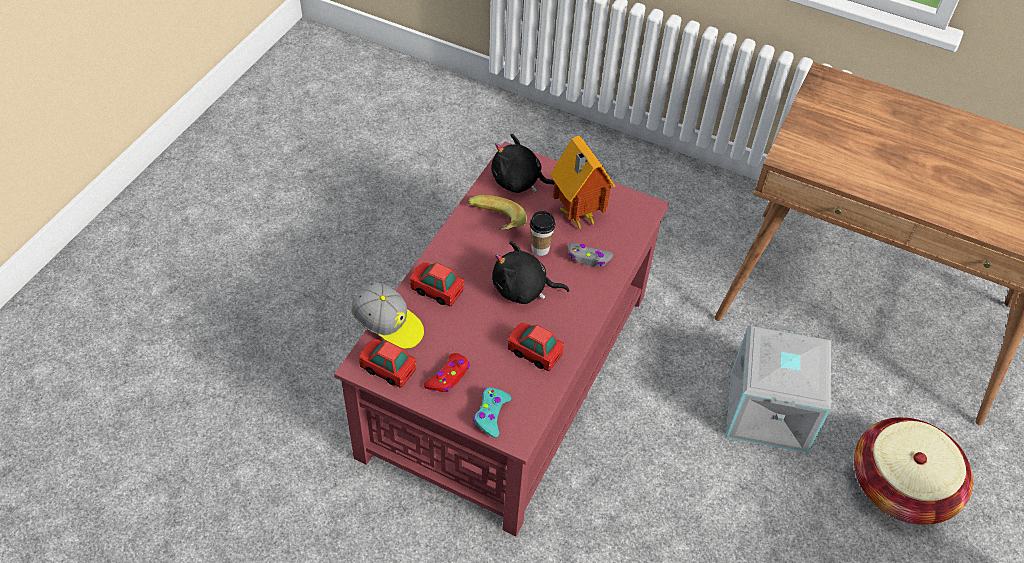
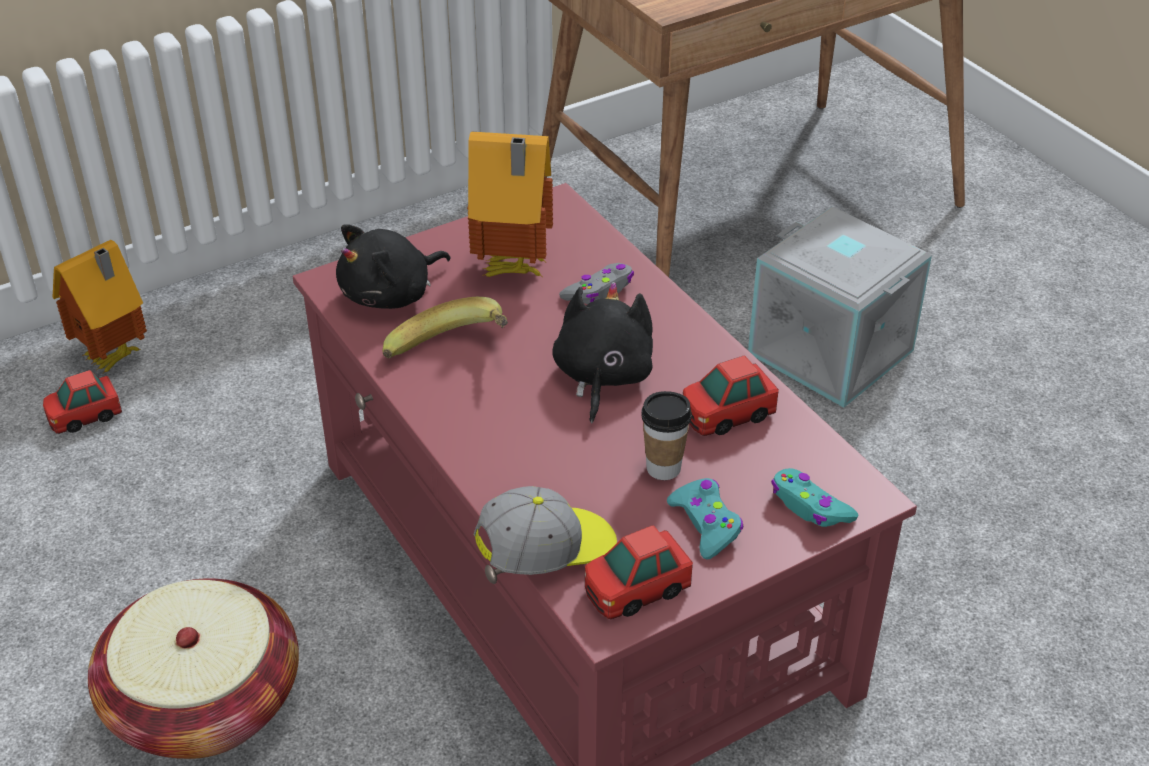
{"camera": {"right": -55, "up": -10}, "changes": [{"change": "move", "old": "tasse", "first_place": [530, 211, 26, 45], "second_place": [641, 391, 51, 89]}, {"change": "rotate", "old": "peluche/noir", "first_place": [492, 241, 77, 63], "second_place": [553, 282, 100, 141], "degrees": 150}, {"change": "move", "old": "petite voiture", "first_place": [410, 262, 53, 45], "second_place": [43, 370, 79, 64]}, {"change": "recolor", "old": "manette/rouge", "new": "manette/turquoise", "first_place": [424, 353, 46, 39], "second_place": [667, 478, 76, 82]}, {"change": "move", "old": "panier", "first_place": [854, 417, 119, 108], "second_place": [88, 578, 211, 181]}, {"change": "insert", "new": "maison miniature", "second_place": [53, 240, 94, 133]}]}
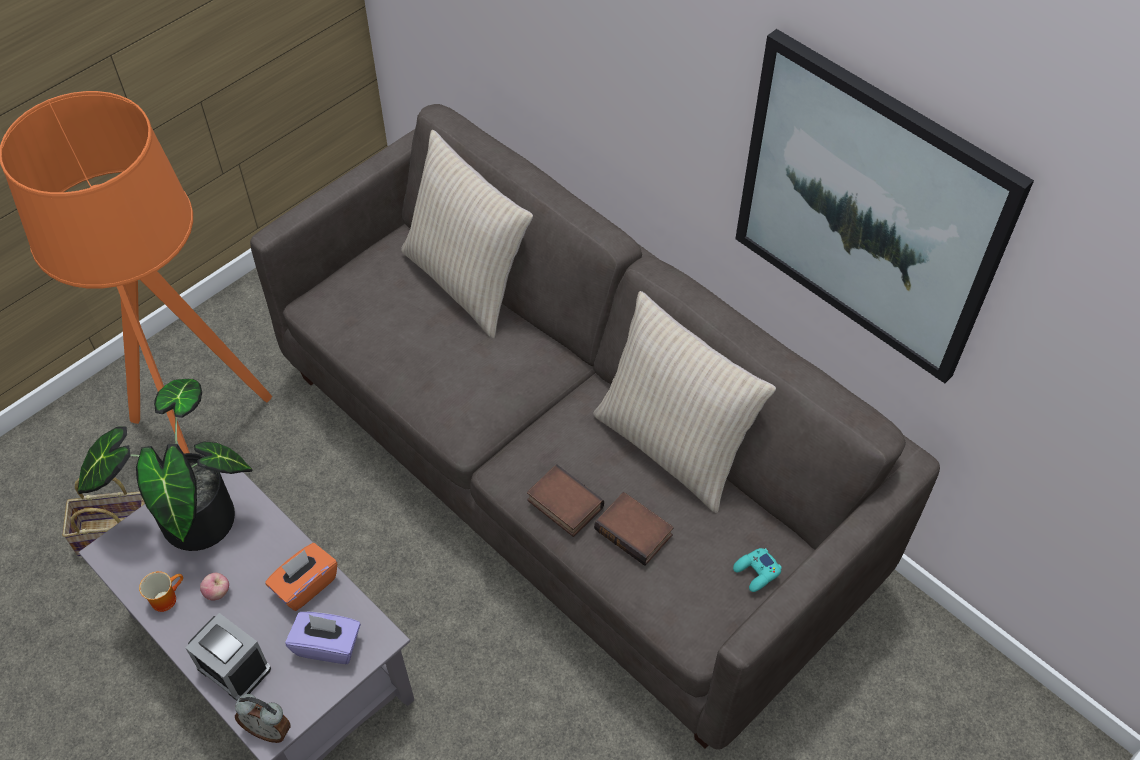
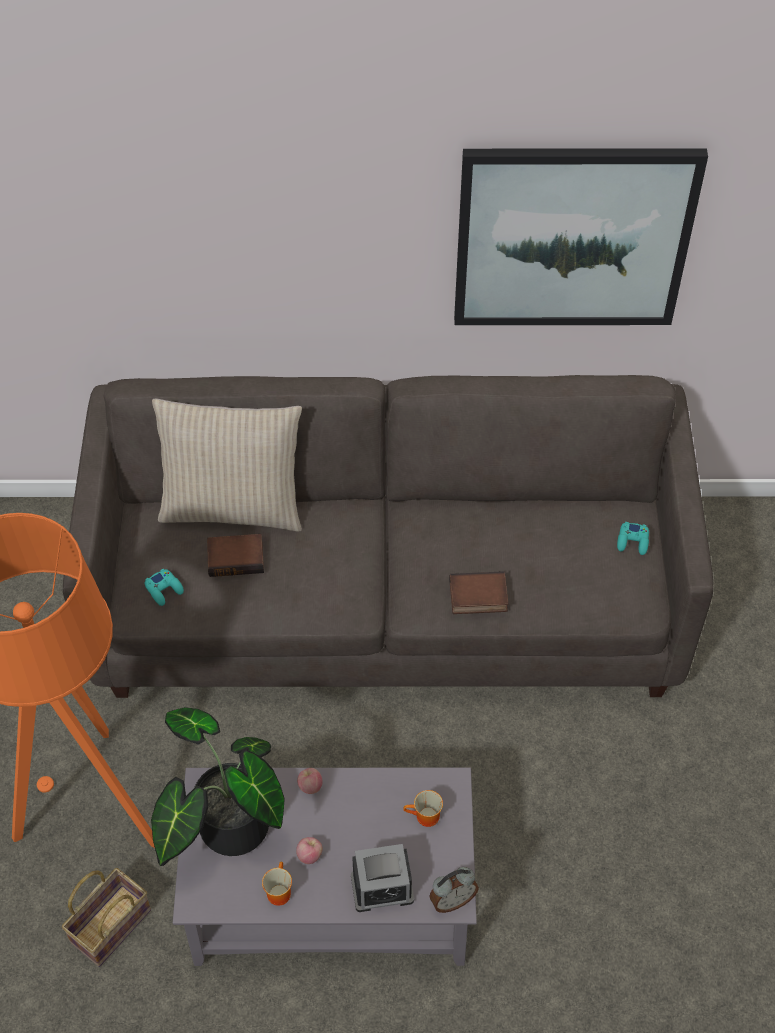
{"camera": {"right": -45, "up": 0}, "changes": [{"change": "delete", "old": "coussin/beige", "first_place": [593, 291, 183, 222]}, {"change": "move", "old": "livre", "first_place": [594, 492, 80, 74], "second_place": [207, 534, 57, 43]}, {"change": "delete", "old": "boîte à mouchoirs/orange", "first_place": [265, 543, 72, 68]}, {"change": "replace", "old": "boîte à mouchoirs/violet", "new": "mug", "first_place": [285, 612, 76, 52], "second_place": [403, 790, 40, 37]}, {"change": "insert", "new": "manette/turquoise", "second_place": [145, 569, 39, 37]}, {"change": "insert", "new": "pomme", "second_place": [297, 768, 26, 26]}]}
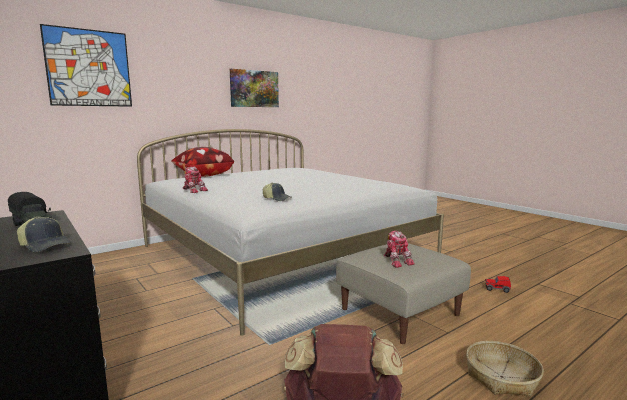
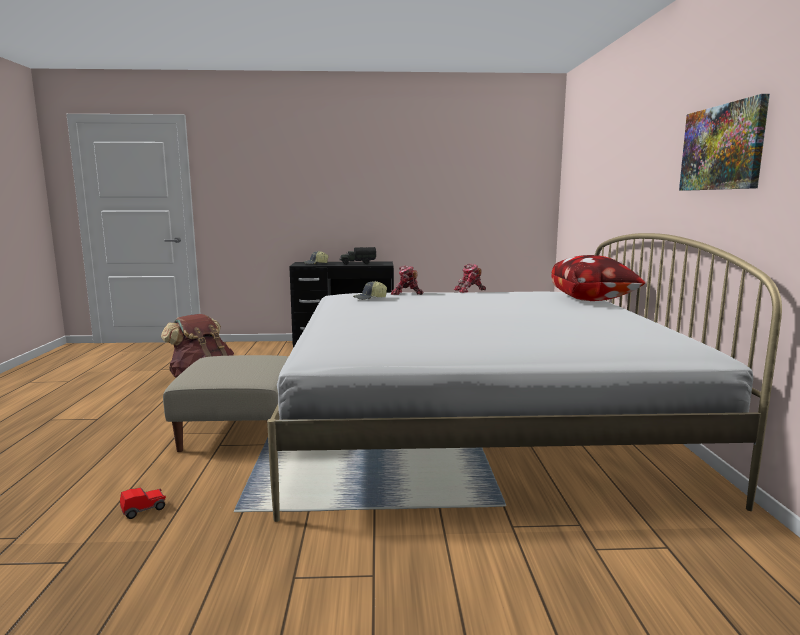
{"camera": {"right": 125, "up": 0}, "changes": [{"change": "delete", "old": "tableau", "first_place": [40, 24, 92, 83]}, {"change": "move", "old": "robot jouet", "first_place": [384, 231, 31, 37], "second_place": [391, 265, 32, 30]}, {"change": "delete", "old": "panier", "first_place": [466, 341, 78, 56]}]}
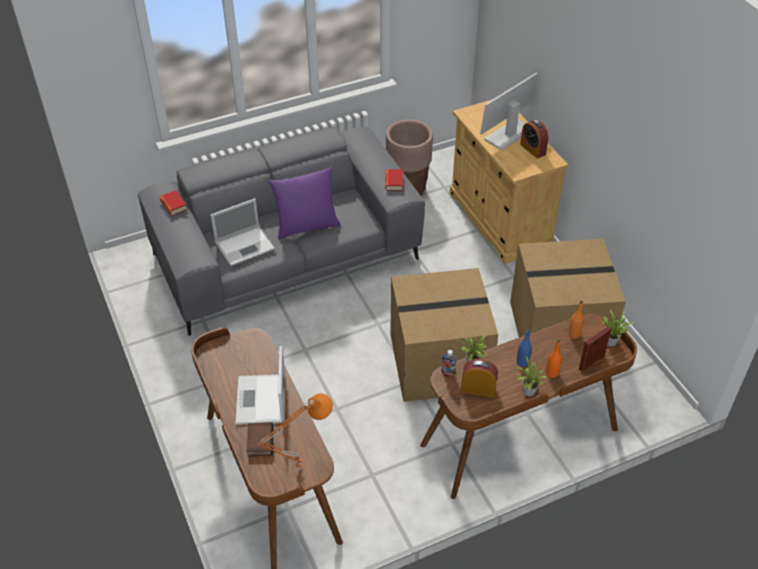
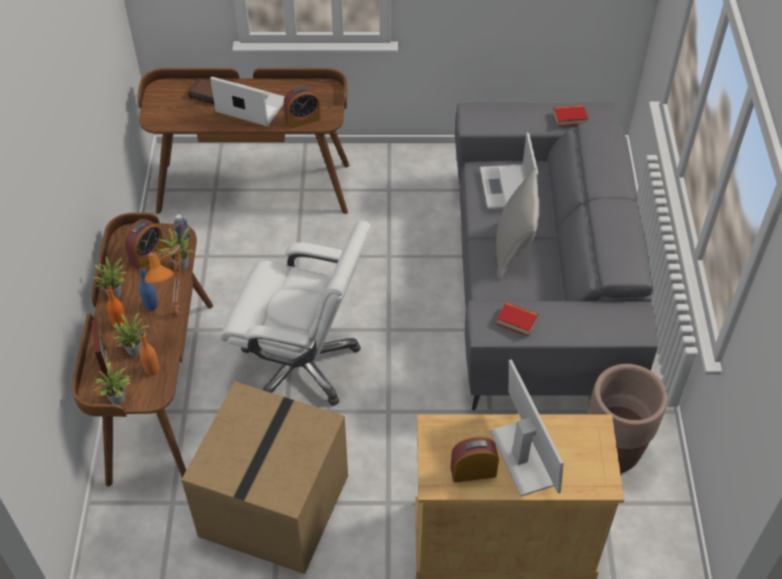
{"camera": {"right": 115, "up": 5}, "changes": [{"change": "recolor", "old": "coussin/violet", "new": "coussin/gris", "first_place": [269, 167, 72, 72], "second_place": [496, 168, 43, 112]}, {"change": "replace", "old": "carton", "new": "chaise de bureau/blanc", "first_place": [390, 268, 108, 134], "second_place": [220, 221, 151, 185]}, {"change": "move", "old": "lampe de table/orange", "first_place": [258, 394, 75, 74], "second_place": [144, 244, 38, 72]}, {"change": "insert", "new": "réveil", "second_place": [284, 85, 37, 44]}, {"change": "insert", "new": "plante en pot", "second_place": [112, 312, 37, 44]}]}
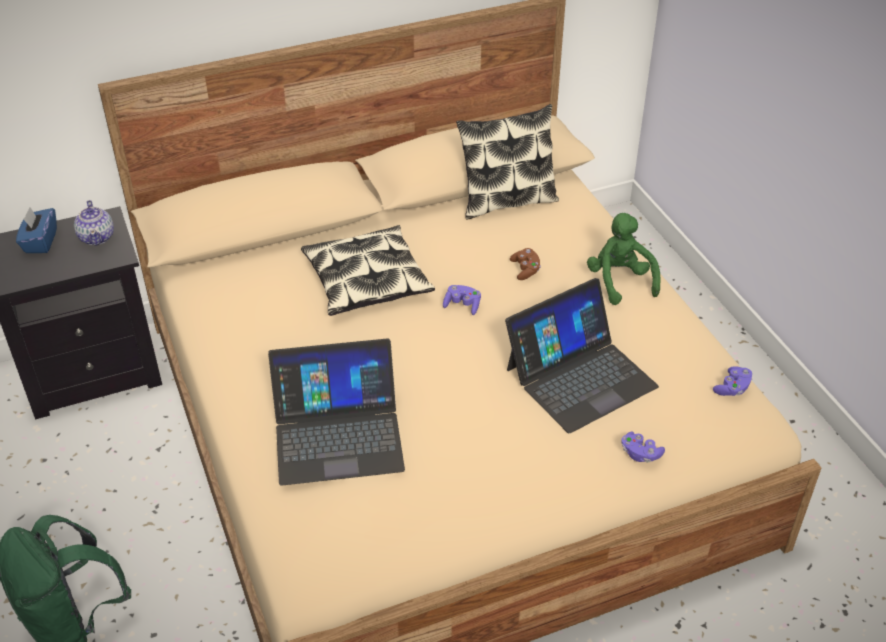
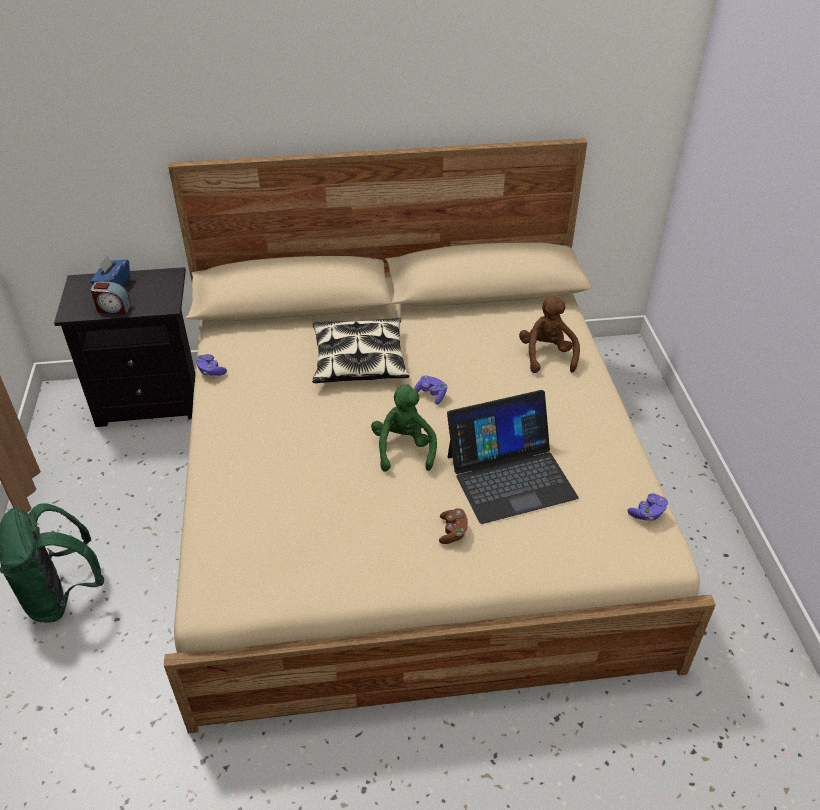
{"camera": {"right": 15, "up": 0}, "changes": [{"change": "delete", "old": "coussin", "first_place": [456, 104, 103, 115]}, {"change": "delete", "old": "théière", "first_place": [74, 200, 40, 46]}, {"change": "move", "old": "peluche/vert", "first_place": [587, 213, 73, 92], "second_place": [371, 384, 66, 88]}, {"change": "move", "old": "manette/marron", "first_place": [510, 248, 30, 32], "second_place": [439, 508, 29, 36]}, {"change": "delete", "old": "ordinateur portable", "first_place": [268, 339, 137, 147]}, {"change": "move", "old": "manette/violet", "first_place": [621, 432, 44, 31], "second_place": [195, 354, 32, 22]}, {"change": "insert", "new": "réveil", "second_place": [91, 281, 40, 33]}, {"change": "insert", "new": "peluche/marron", "second_place": [519, 296, 61, 77]}]}
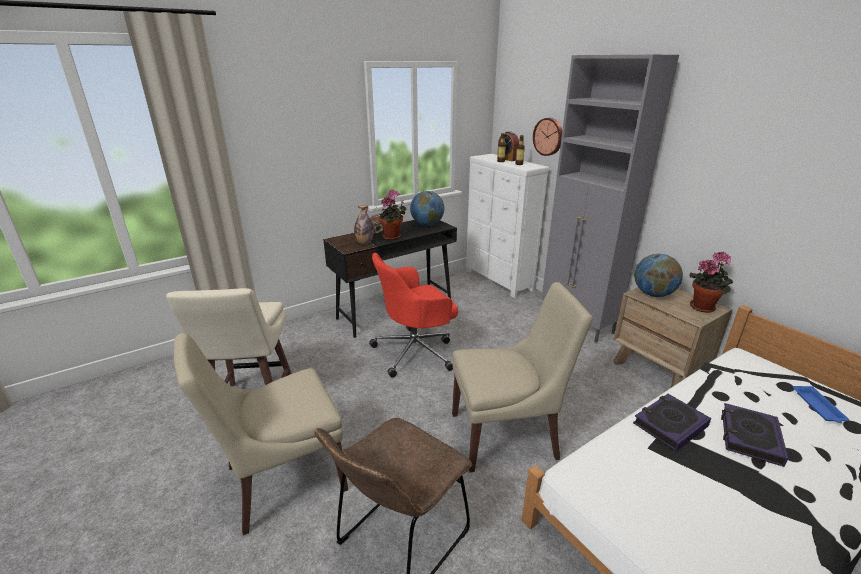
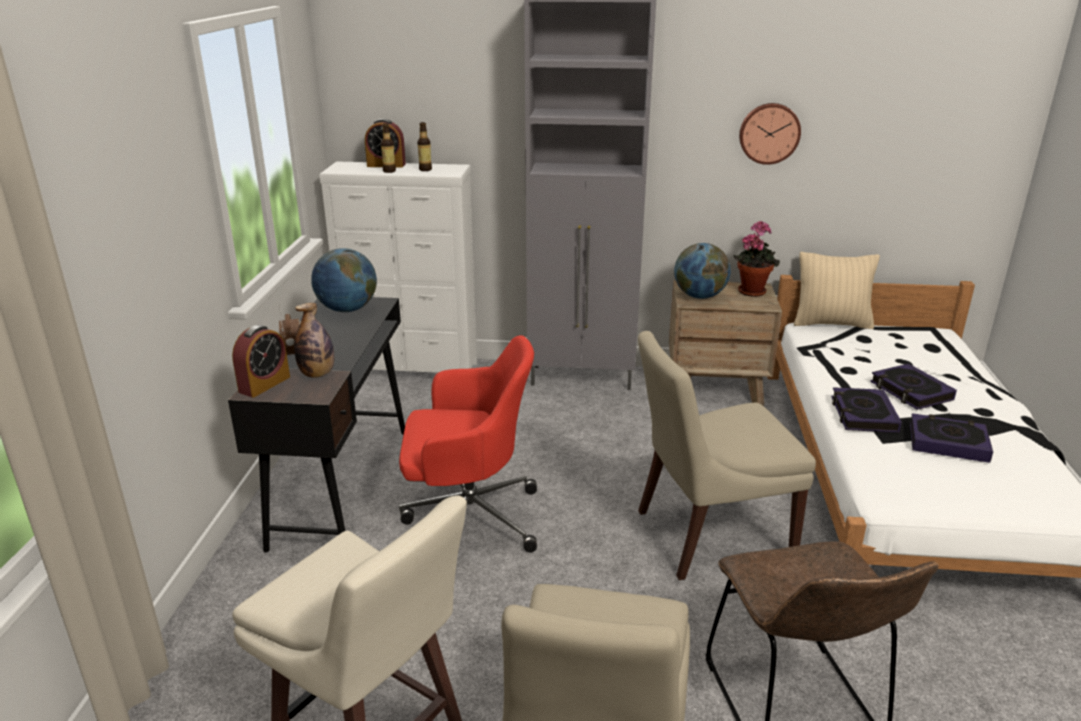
{"camera": {"right": -50, "up": 0}, "changes": [{"change": "move", "old": "horloge murale", "first_place": [533, 118, 29, 38], "second_place": [739, 103, 62, 62]}, {"change": "delete", "old": "plante en pot", "first_place": [379, 189, 28, 51]}, {"change": "rotate", "old": "chaise de bureau/rouge", "first_place": [369, 253, 89, 125], "second_place": [399, 335, 138, 218], "degrees": -105}, {"change": "rotate", "old": "chaise/beige", "first_place": [452, 282, 141, 190], "second_place": [638, 331, 178, 249], "degrees": -135}, {"change": "delete", "old": "plateau/bleu", "first_place": [793, 386, 56, 37]}, {"change": "insert", "new": "coussin/beige", "second_place": [794, 252, 86, 77]}, {"change": "insert", "new": "réveil", "second_place": [232, 325, 58, 72]}, {"change": "insert", "new": "livre", "second_place": [910, 413, 83, 50]}]}
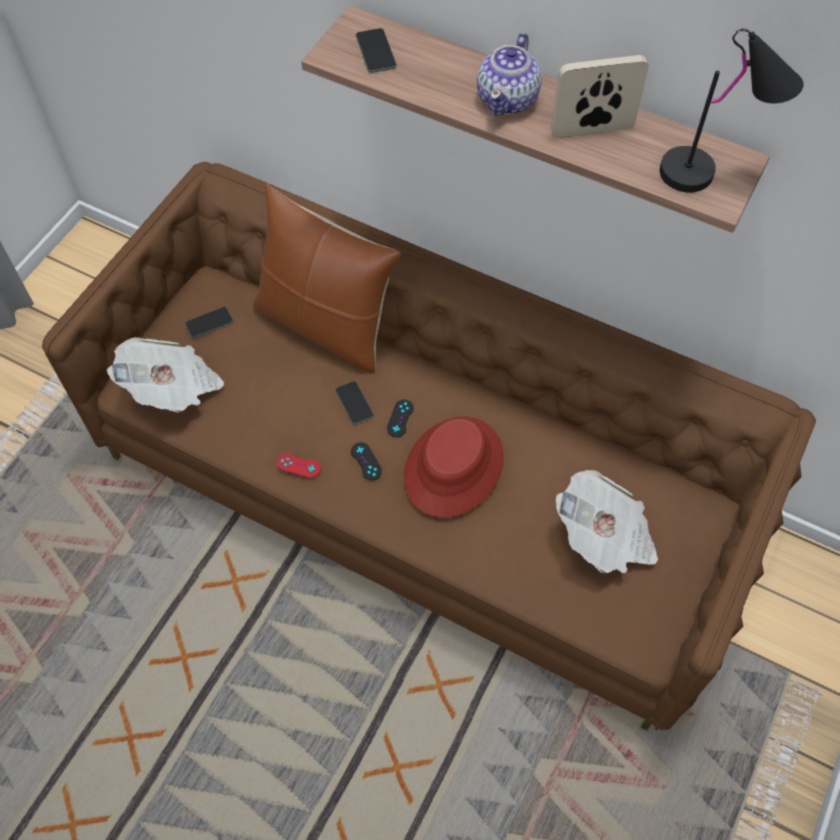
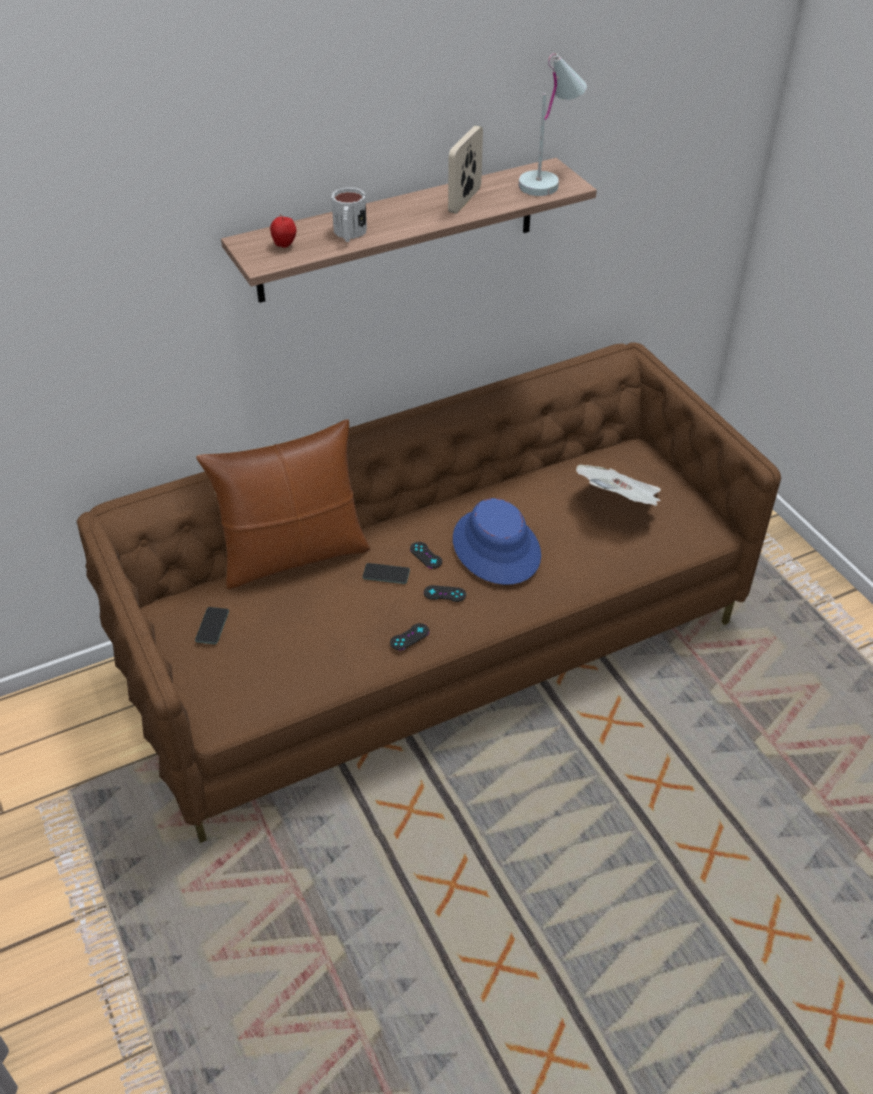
{"camera": {"right": -55, "up": -15}, "changes": [{"change": "replace", "old": "téléphone", "new": "pomme", "first_place": [356, 28, 41, 45], "second_place": [270, 214, 27, 34]}, {"change": "recolor", "old": "lampe de table/noir", "new": "lampe de table/blanc", "first_place": [659, 29, 145, 163], "second_place": [519, 53, 68, 143]}, {"change": "delete", "old": "théière", "first_place": [477, 33, 65, 83]}, {"change": "delete", "old": "journal", "first_place": [107, 337, 117, 76]}, {"change": "recolor", "old": "chapeau/rouge", "new": "chapeau/bleu", "first_place": [404, 417, 100, 101], "second_place": [453, 498, 88, 87]}, {"change": "recolor", "old": "manette/rouge", "new": "manette/noir", "first_place": [277, 453, 44, 25], "second_place": [390, 623, 39, 27]}, {"change": "insert", "new": "mug", "second_place": [332, 188, 35, 54]}]}
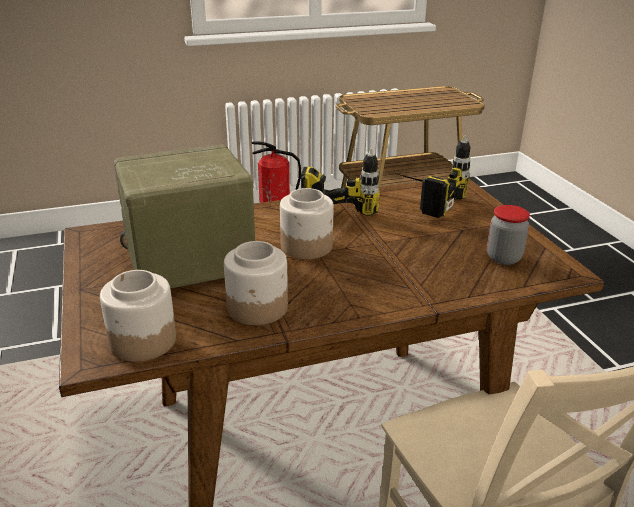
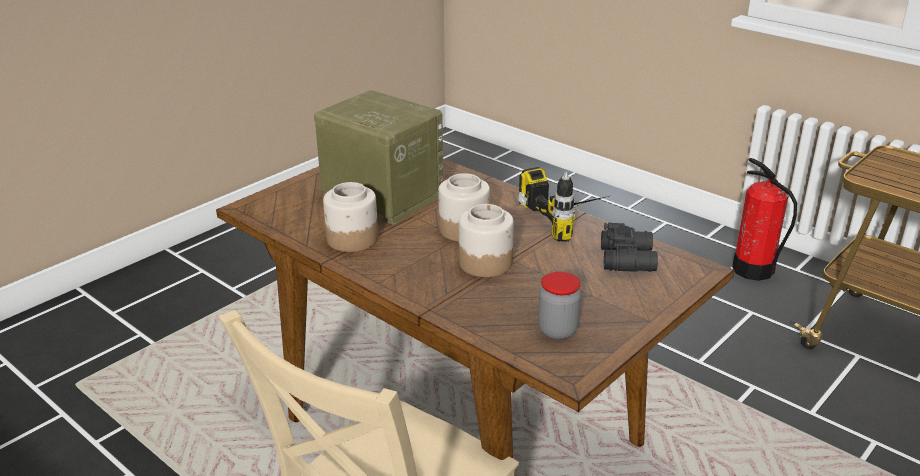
{"camera": {"right": 60, "up": 0}, "changes": [{"change": "replace", "old": "perceuse", "new": "jumelles/noir", "first_place": [394, 135, 77, 83], "second_place": [601, 222, 57, 50]}, {"change": "move", "old": "bocal", "first_place": [100, 270, 76, 92], "second_place": [459, 204, 55, 73]}]}
